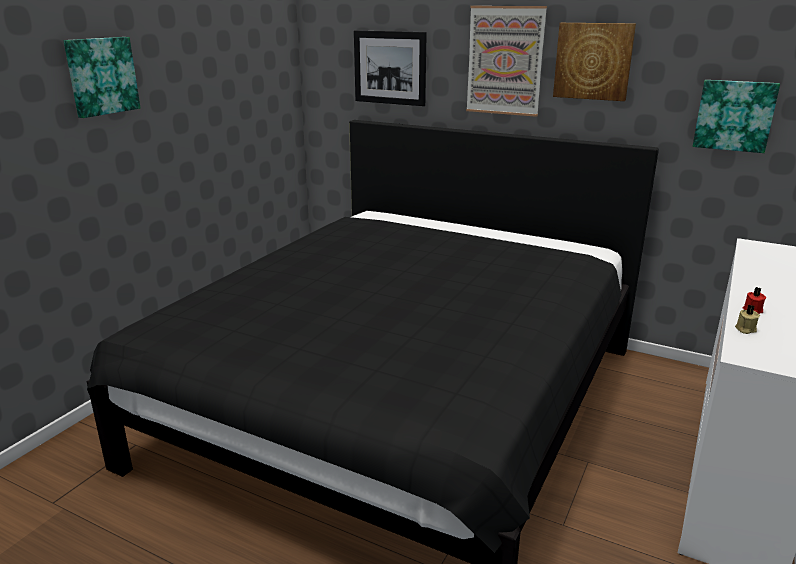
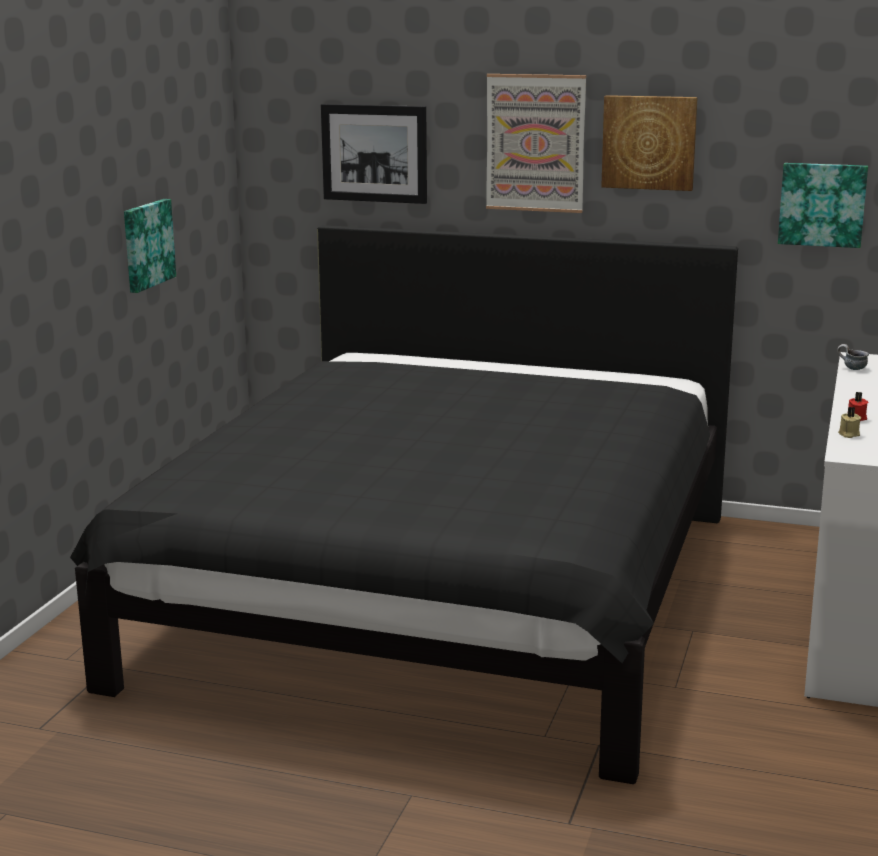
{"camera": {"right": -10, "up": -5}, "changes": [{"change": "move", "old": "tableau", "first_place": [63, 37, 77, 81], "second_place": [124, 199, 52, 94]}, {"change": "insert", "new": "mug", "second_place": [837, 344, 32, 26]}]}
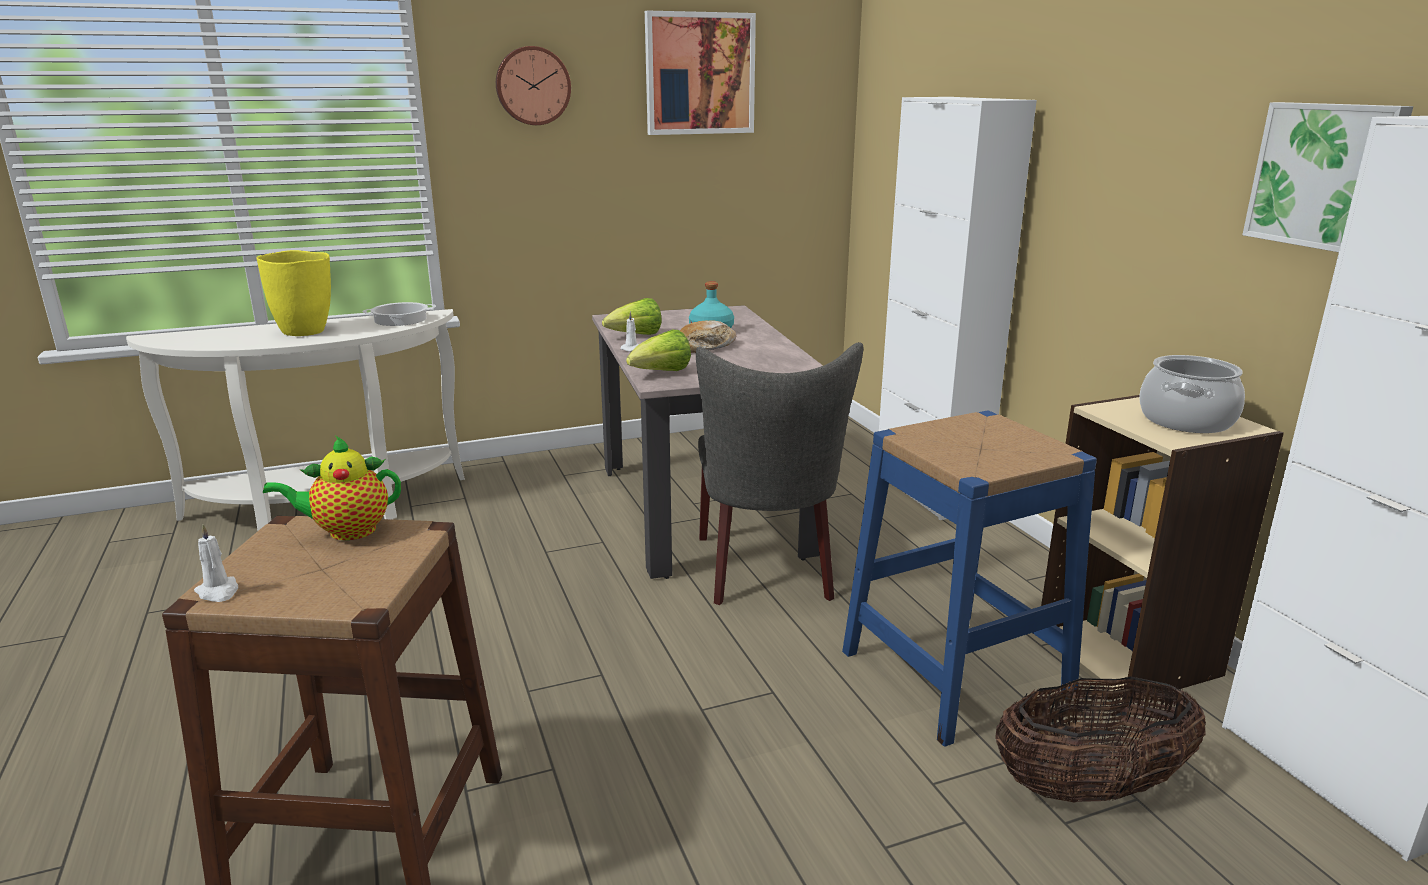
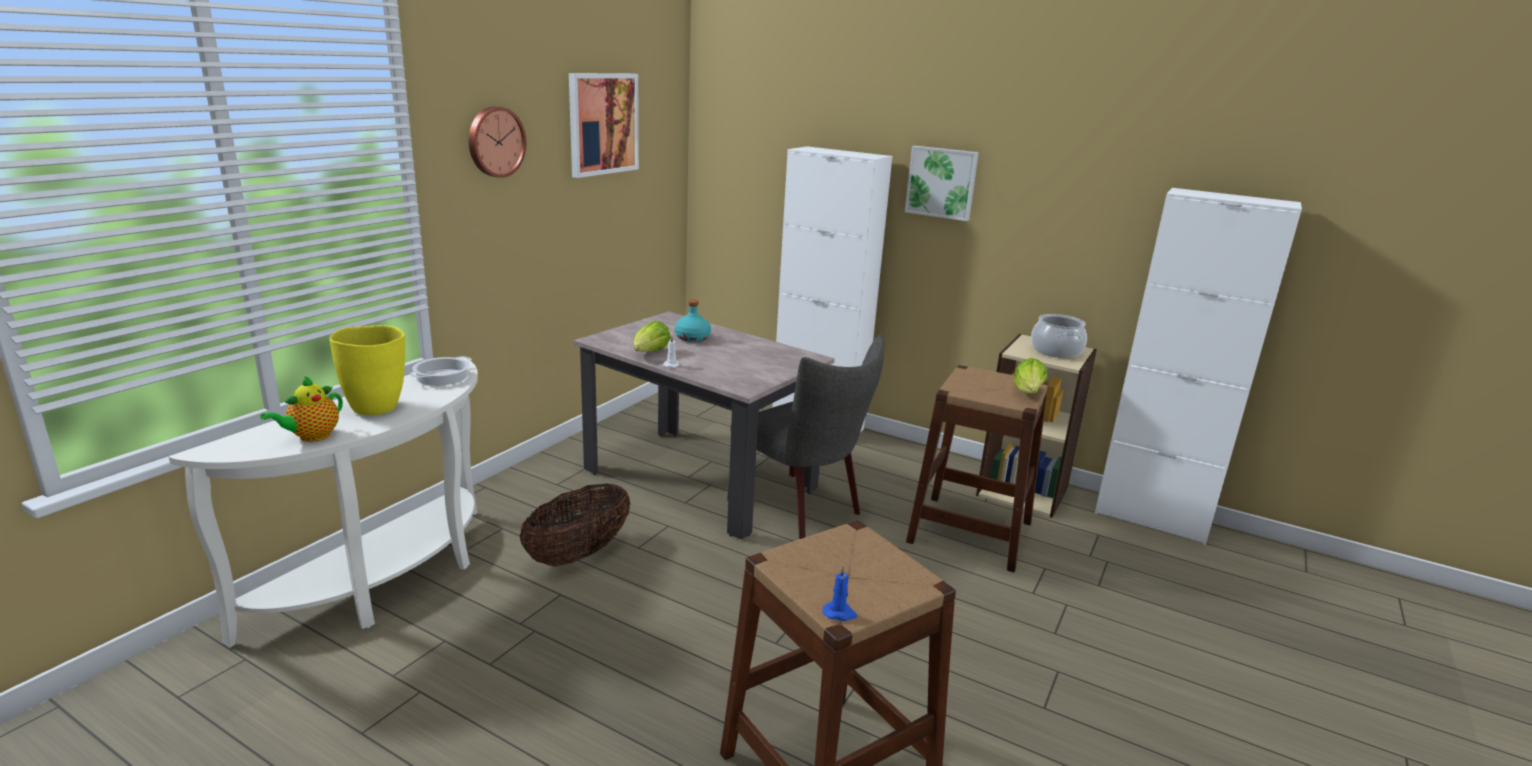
{"camera": {"right": -40, "up": 0}, "changes": [{"change": "move", "old": "tableau", "first_place": [1242, 102, 171, 150], "second_place": [905, 146, 74, 75]}, {"change": "delete", "old": "pain", "first_place": [680, 320, 56, 33]}, {"change": "move", "old": "laitue", "first_place": [626, 330, 65, 41], "second_place": [1013, 358, 35, 36]}, {"change": "recolor", "old": "tabouret/bleu", "new": "tabouret/marron", "first_place": [842, 410, 255, 337], "second_place": [906, 365, 143, 208]}, {"change": "move", "old": "théière", "first_place": [263, 436, 138, 104], "second_place": [260, 376, 83, 66]}, {"change": "recolor", "old": "bougie/blanc", "new": "bougie/bleu", "first_place": [194, 524, 44, 78], "second_place": [823, 565, 34, 56]}, {"change": "move", "old": "panier", "first_place": [995, 677, 211, 126], "second_place": [520, 483, 110, 83]}]}
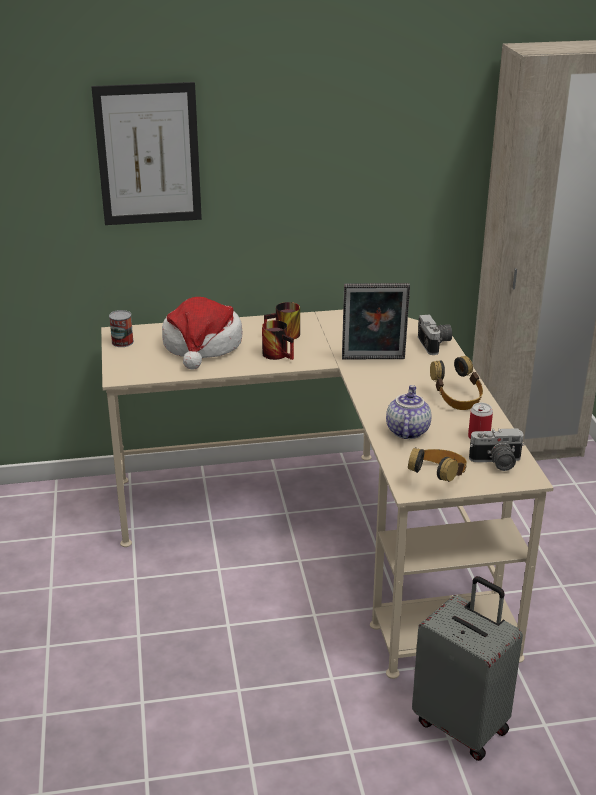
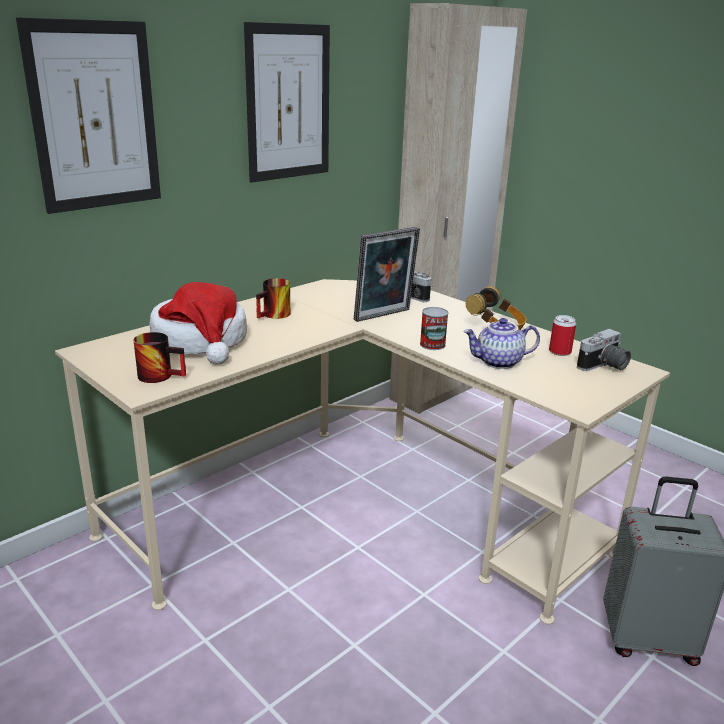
{"camera": {"right": -35, "up": -5}, "changes": [{"change": "move", "old": "boîte métallique", "first_place": [109, 310, 25, 37], "second_place": [420, 307, 29, 43]}, {"change": "move", "old": "mug", "first_place": [262, 320, 32, 40], "second_place": [133, 332, 53, 51]}, {"change": "rotate", "old": "théière", "first_place": [386, 385, 45, 54], "second_place": [463, 318, 77, 51], "degrees": -75}, {"change": "delete", "old": "casque audio", "first_place": [408, 447, 59, 35]}, {"change": "insert", "new": "tableau", "second_place": [244, 22, 86, 161]}]}
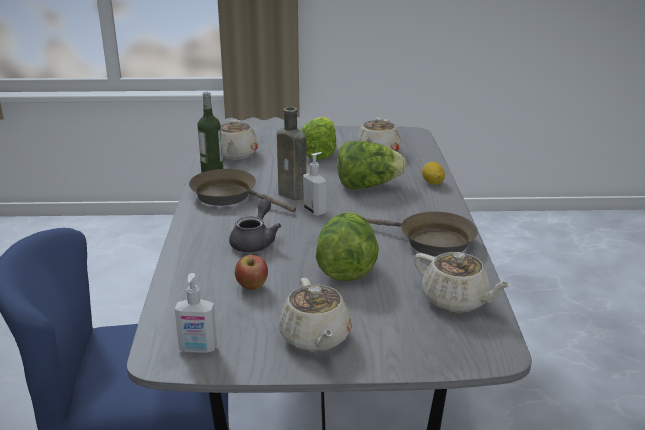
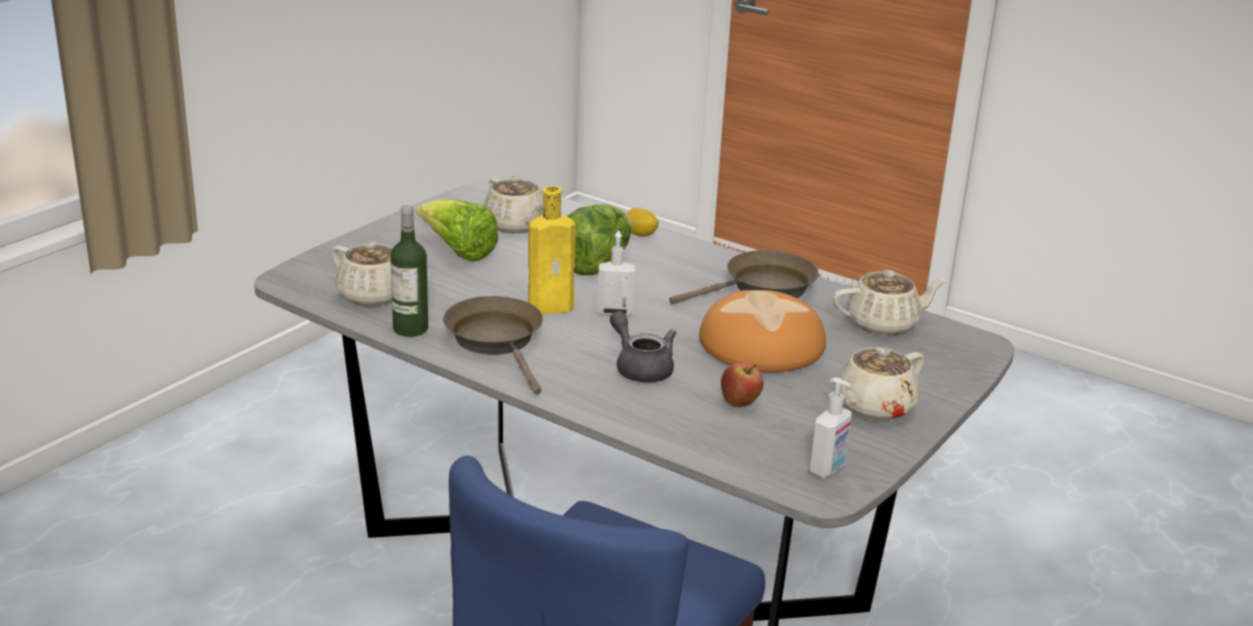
{"camera": {"right": -55, "up": 0}, "changes": [{"change": "recolor", "old": "bouteille/marron", "new": "bouteille/jaune", "first_place": [277, 107, 30, 93], "second_place": [528, 186, 48, 128]}, {"change": "rotate", "old": "poêle/marron", "first_place": [189, 169, 107, 43], "second_place": [443, 296, 100, 98], "degrees": 90}, {"change": "replace", "old": "laitue", "new": "pain", "first_place": [316, 212, 63, 69], "second_place": [699, 290, 127, 82]}, {"change": "rotate", "old": "théière/beige", "first_place": [279, 278, 73, 74], "second_place": [830, 347, 95, 74], "degrees": 120}]}
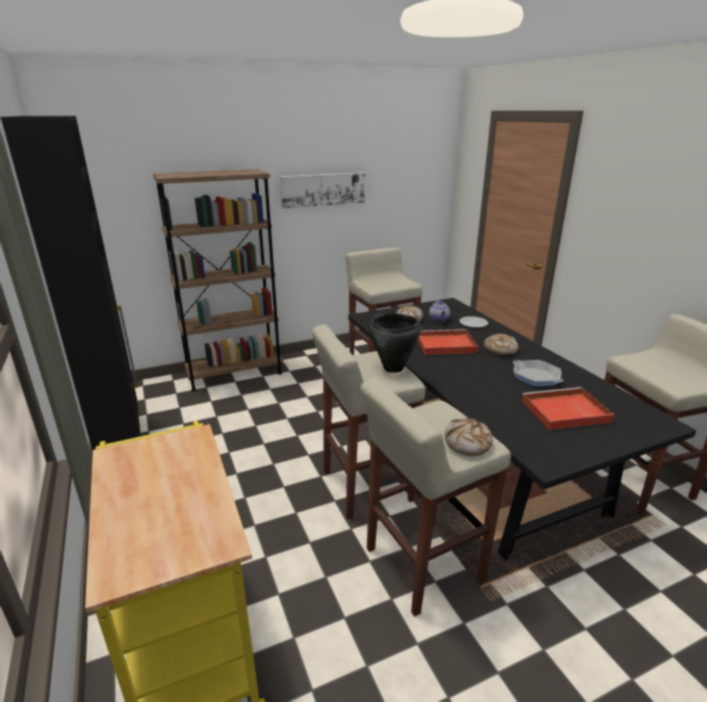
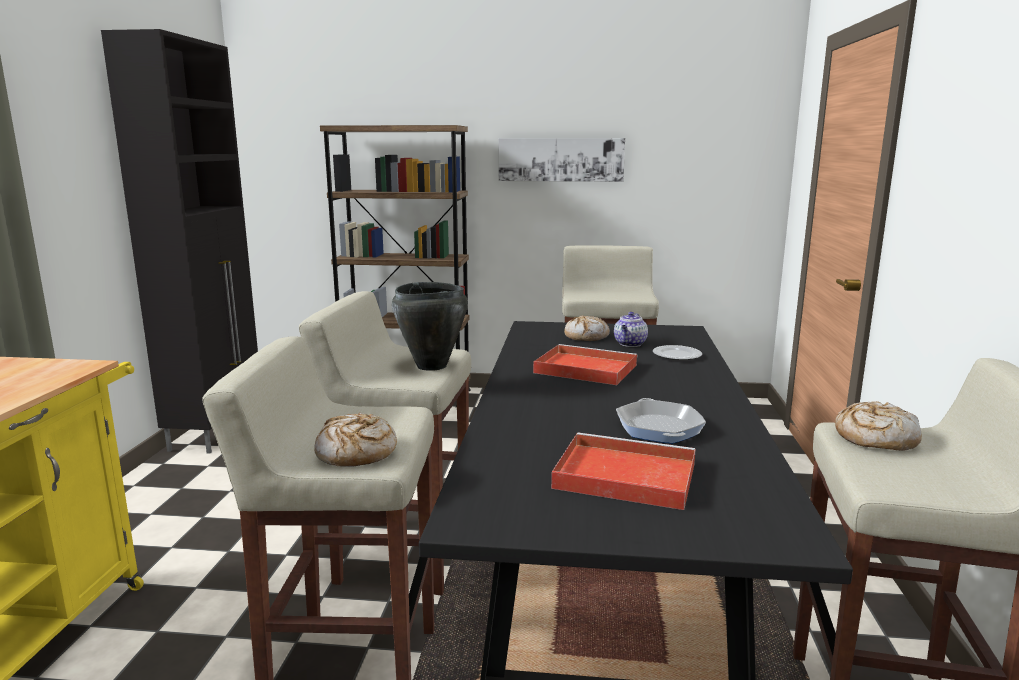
{"camera": {"right": 30, "up": -10}, "changes": [{"change": "move", "old": "pain", "first_place": [484, 333, 35, 22], "second_place": [835, 401, 87, 50]}]}
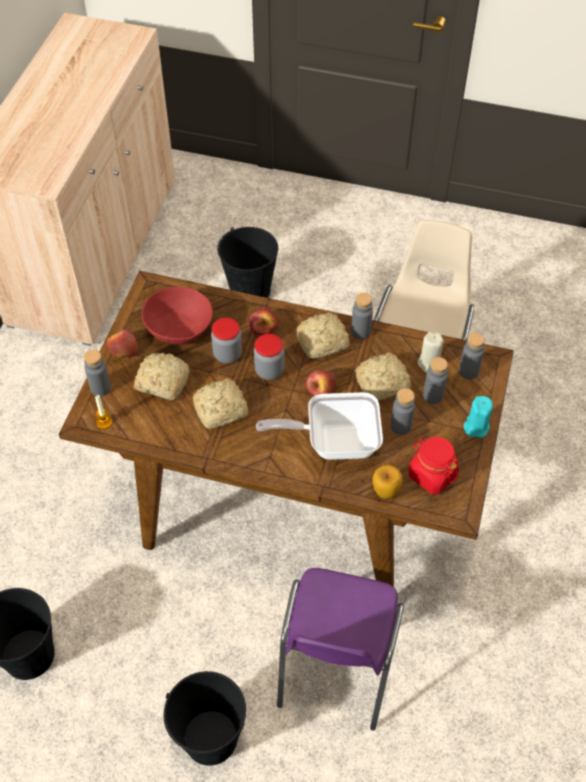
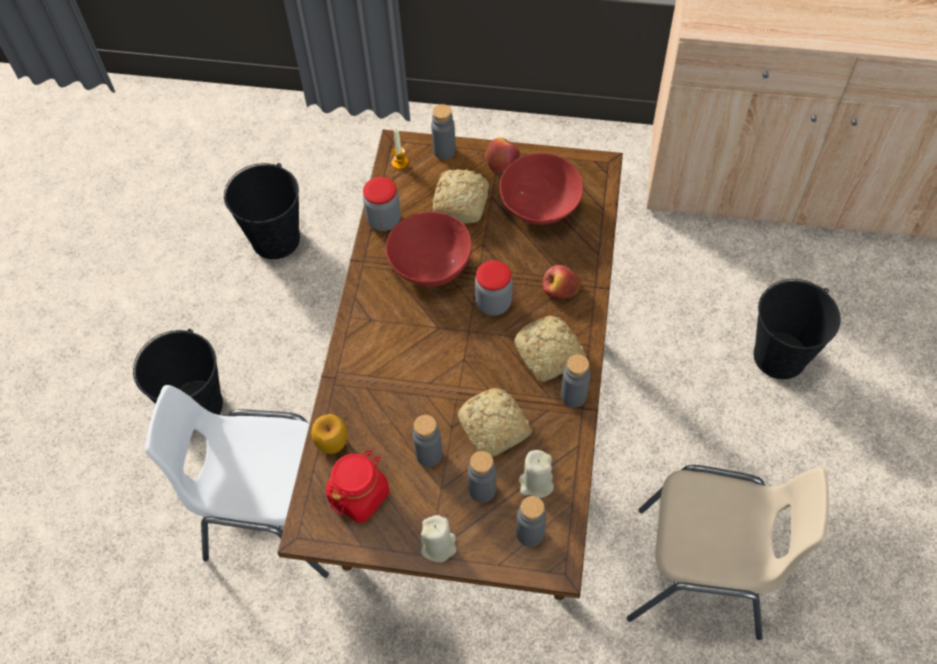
{"camera": {"right": 85, "up": 5}, "changes": [{"change": "move", "old": "bocal", "first_place": [211, 318, 31, 46], "second_place": [363, 177, 38, 54]}, {"change": "delete", "old": "pomme", "first_place": [306, 370, 31, 27]}, {"change": "replace", "old": "pain", "new": "bol/rouge", "first_place": [192, 379, 56, 50], "second_place": [386, 212, 86, 75]}, {"change": "delete", "old": "poêle", "first_place": [256, 392, 127, 68]}, {"change": "recolor", "old": "bougie/turquoise", "new": "bougie/beige", "first_place": [464, 396, 29, 42], "second_place": [421, 515, 35, 47]}, {"change": "recolor", "old": "chaise/violet", "new": "chaise/blanc", "first_place": [277, 568, 127, 163], "second_place": [145, 385, 184, 193]}]}
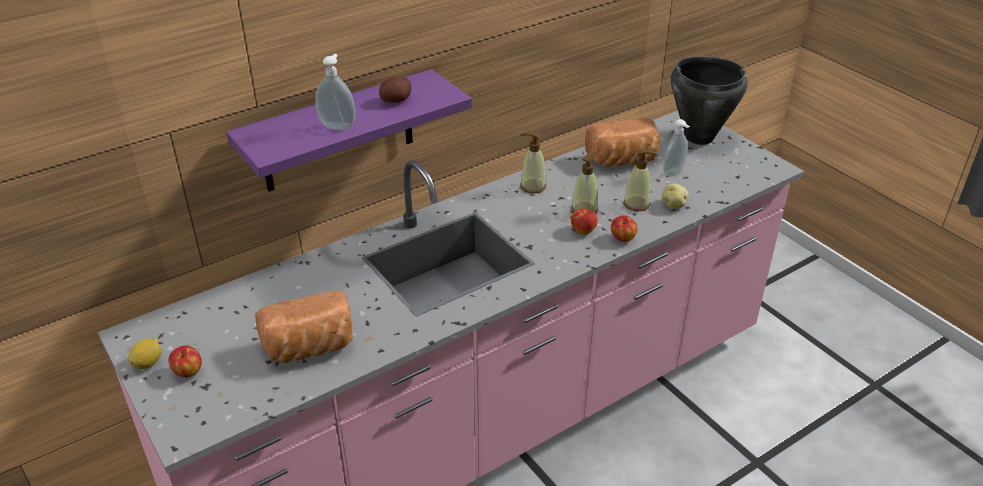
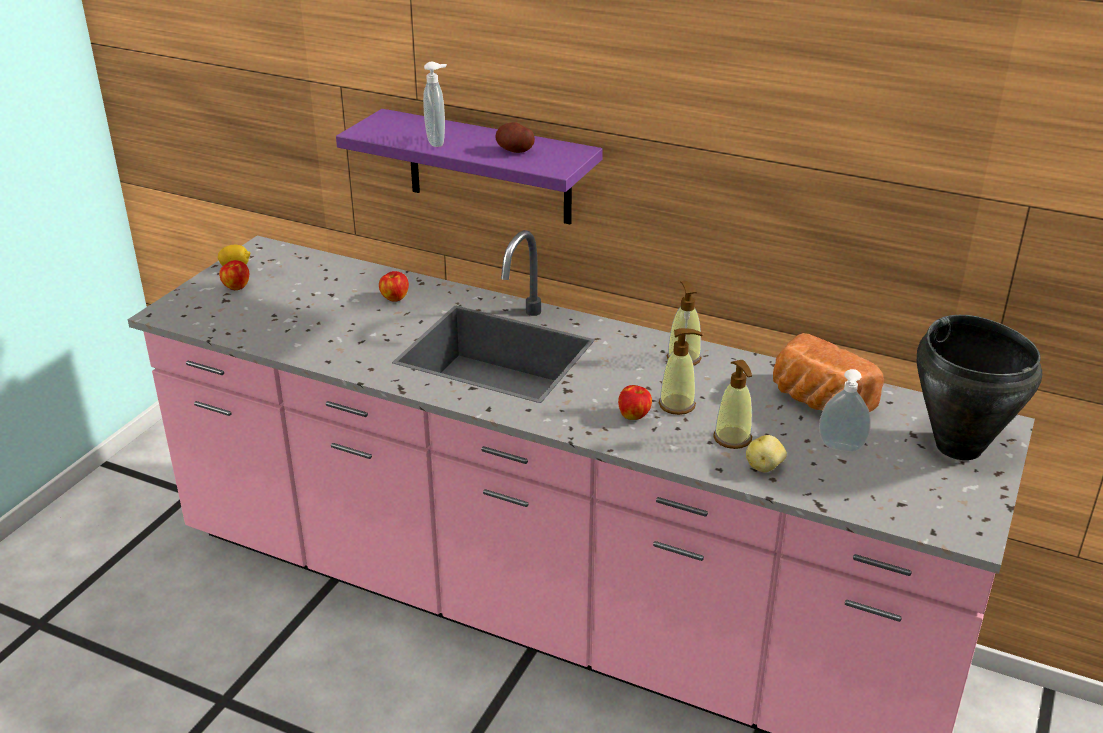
{"camera": {"right": 60, "up": -5}, "changes": [{"change": "move", "old": "pomme", "first_place": [611, 215, 27, 27], "second_place": [379, 271, 30, 31]}, {"change": "delete", "old": "pain", "first_place": [255, 291, 98, 72]}]}
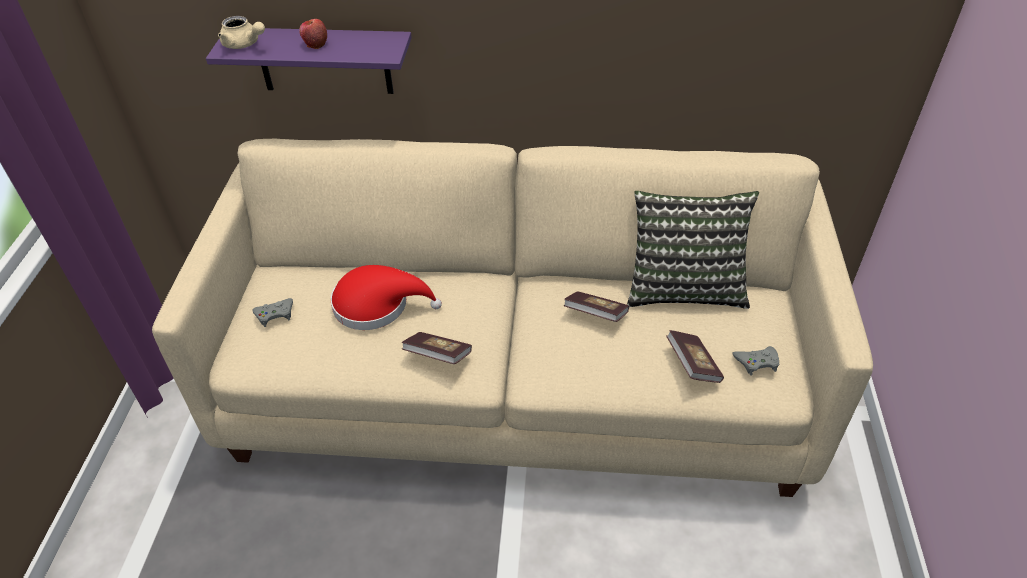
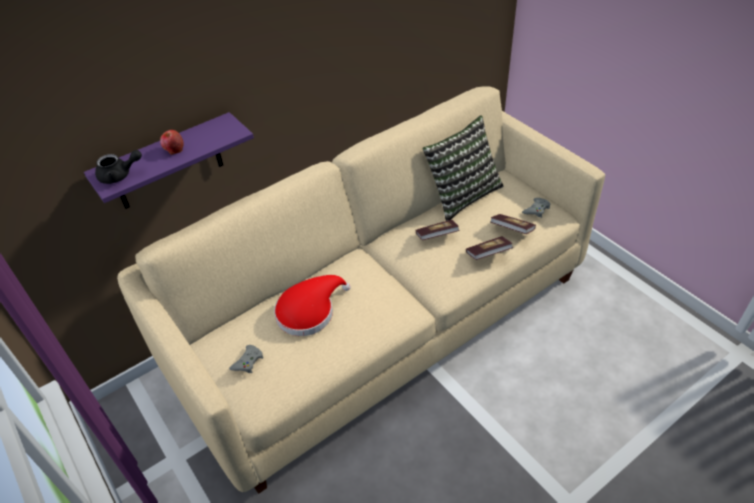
{"camera": {"right": -40, "up": 0}, "changes": [{"change": "recolor", "old": "théière/beige", "new": "théière/noir", "first_place": [218, 16, 47, 33], "second_place": [95, 150, 47, 34]}, {"change": "move", "old": "livre", "first_place": [402, 332, 70, 32], "second_place": [466, 236, 47, 24]}]}
